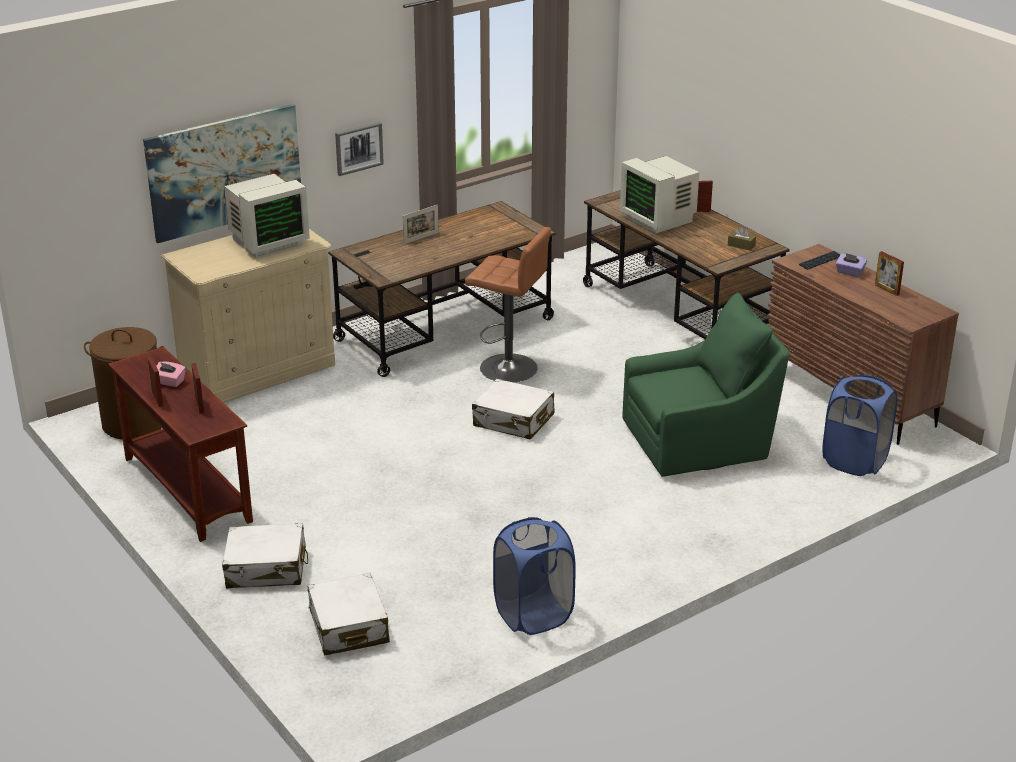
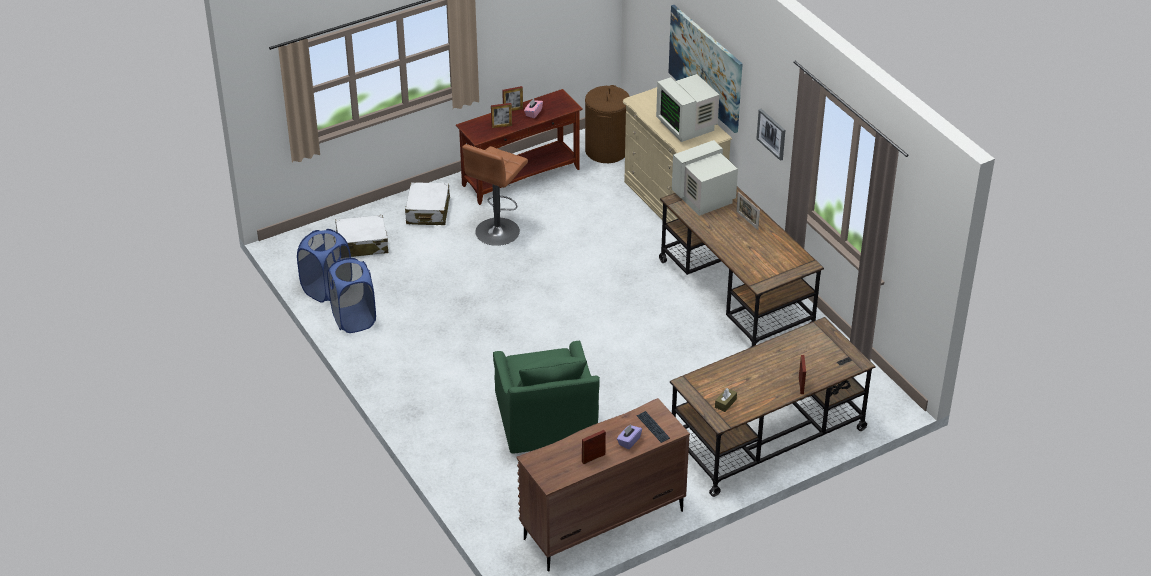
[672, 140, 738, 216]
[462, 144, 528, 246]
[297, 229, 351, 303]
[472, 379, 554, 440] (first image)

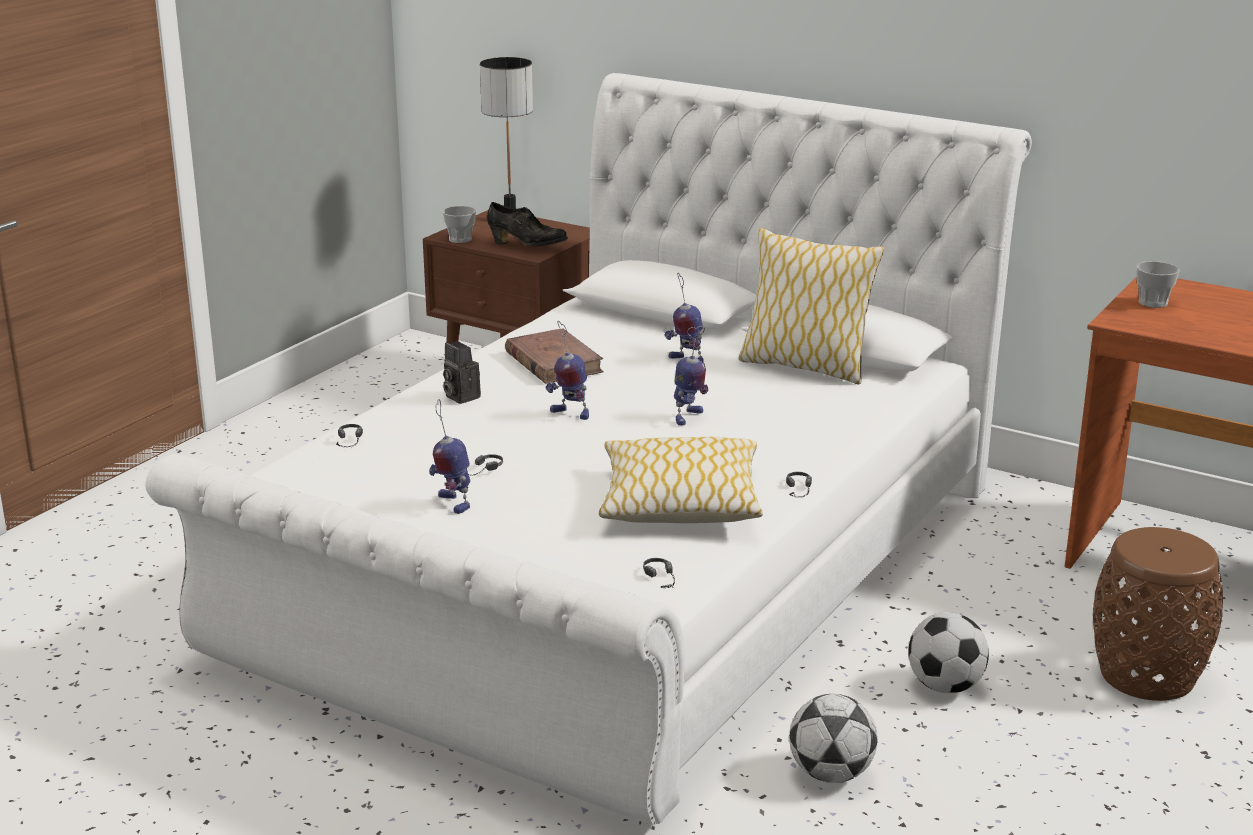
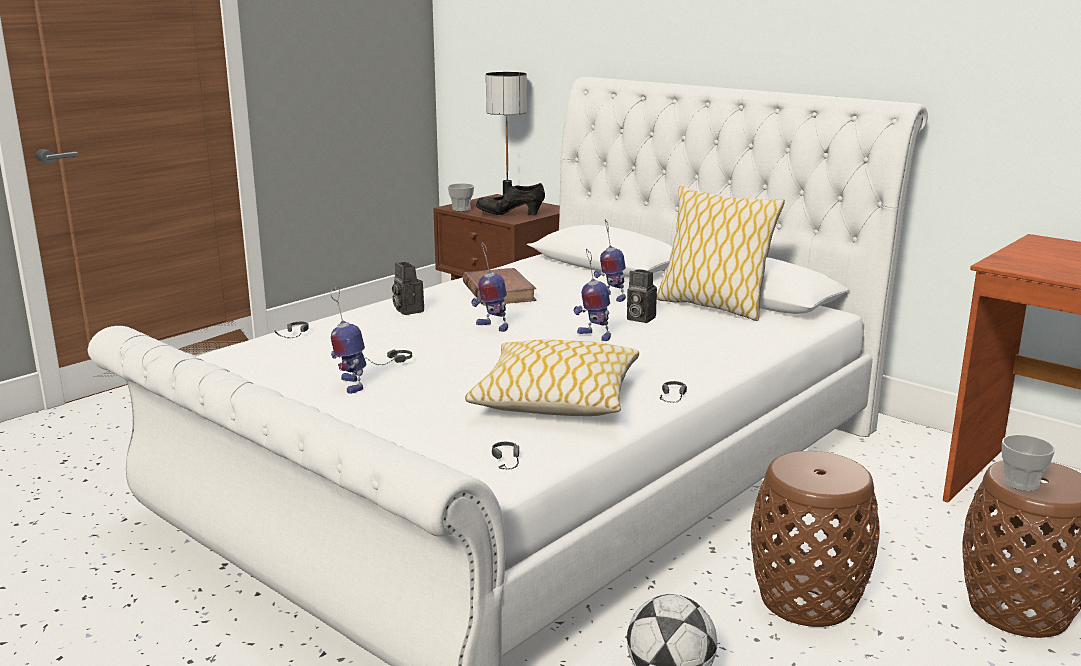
[476, 183, 545, 215]
[1002, 435, 1055, 491]
[573, 249, 611, 341]
[751, 451, 879, 627]
[627, 269, 657, 323]

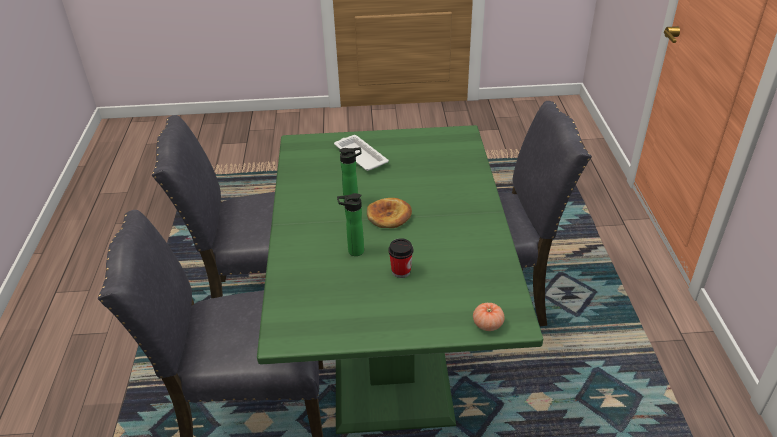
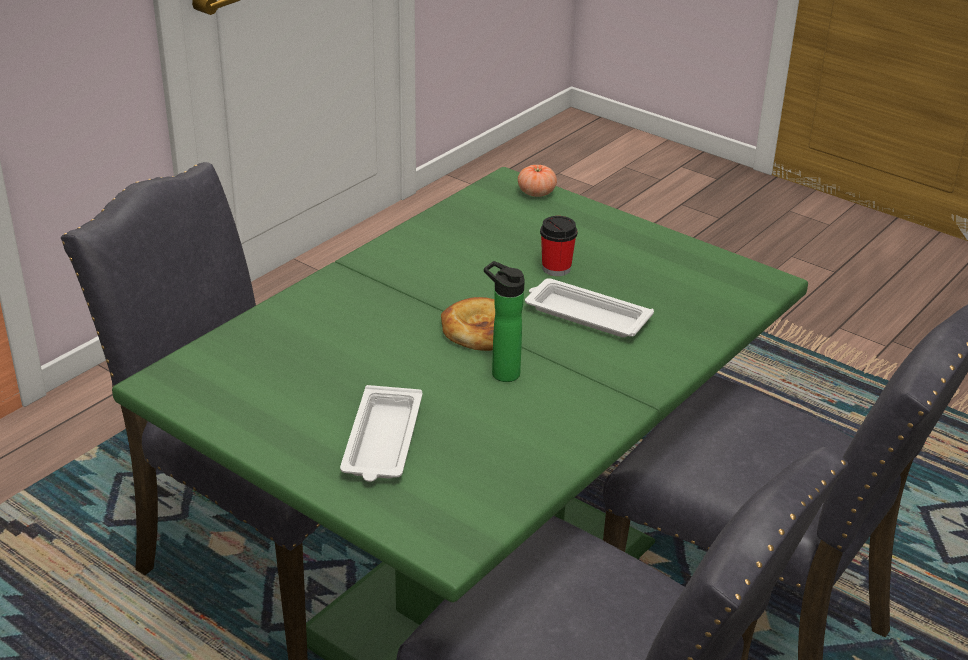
[525, 278, 654, 338]

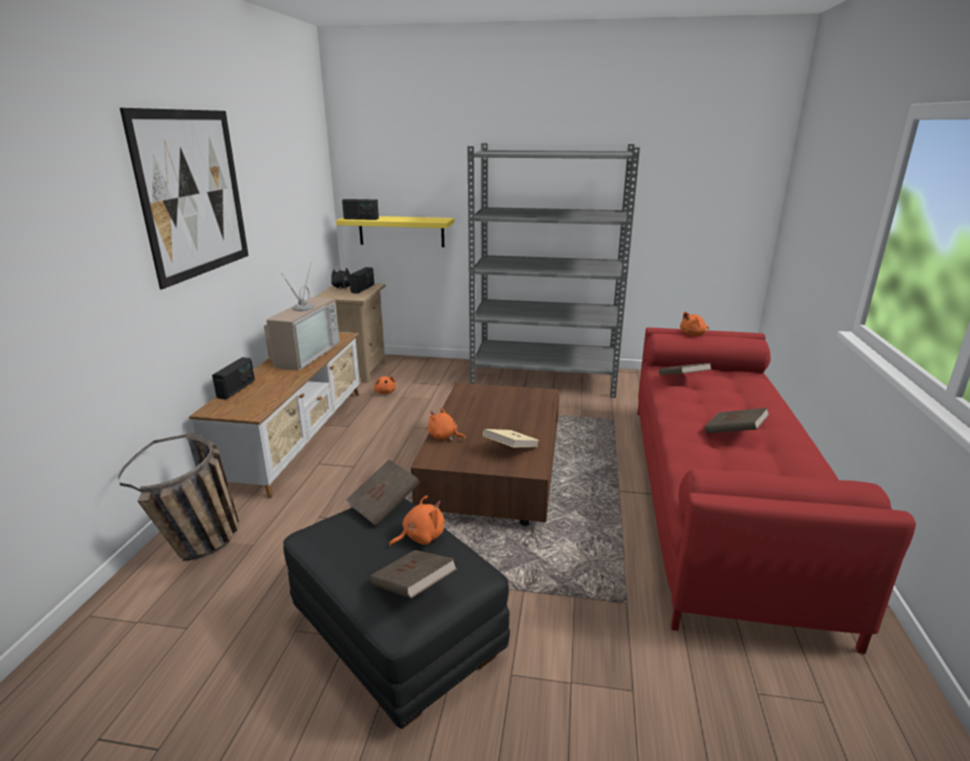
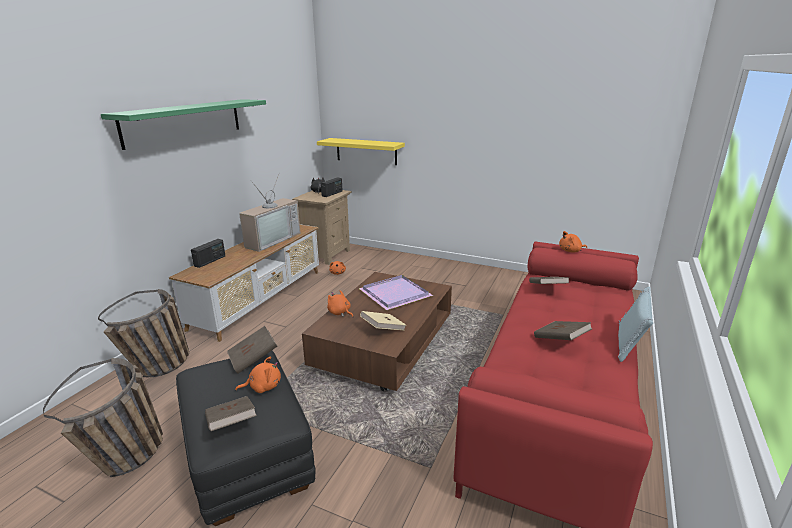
[101, 99, 266, 150]
[467, 143, 640, 398] (first image)
[342, 199, 379, 220] (first image)
[359, 275, 433, 310]
[618, 287, 653, 362]
[43, 358, 163, 477]

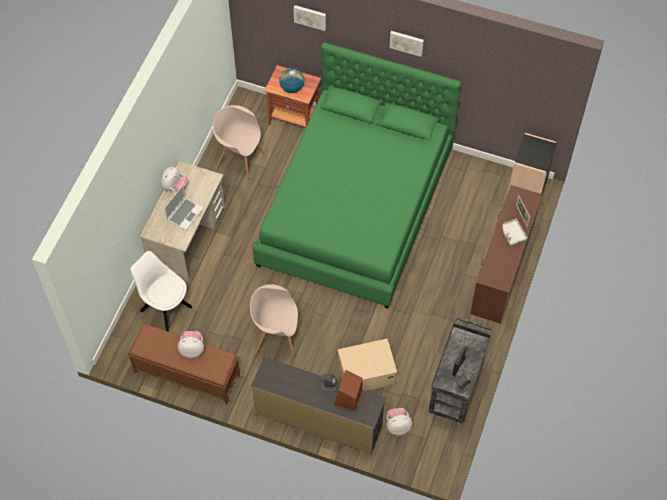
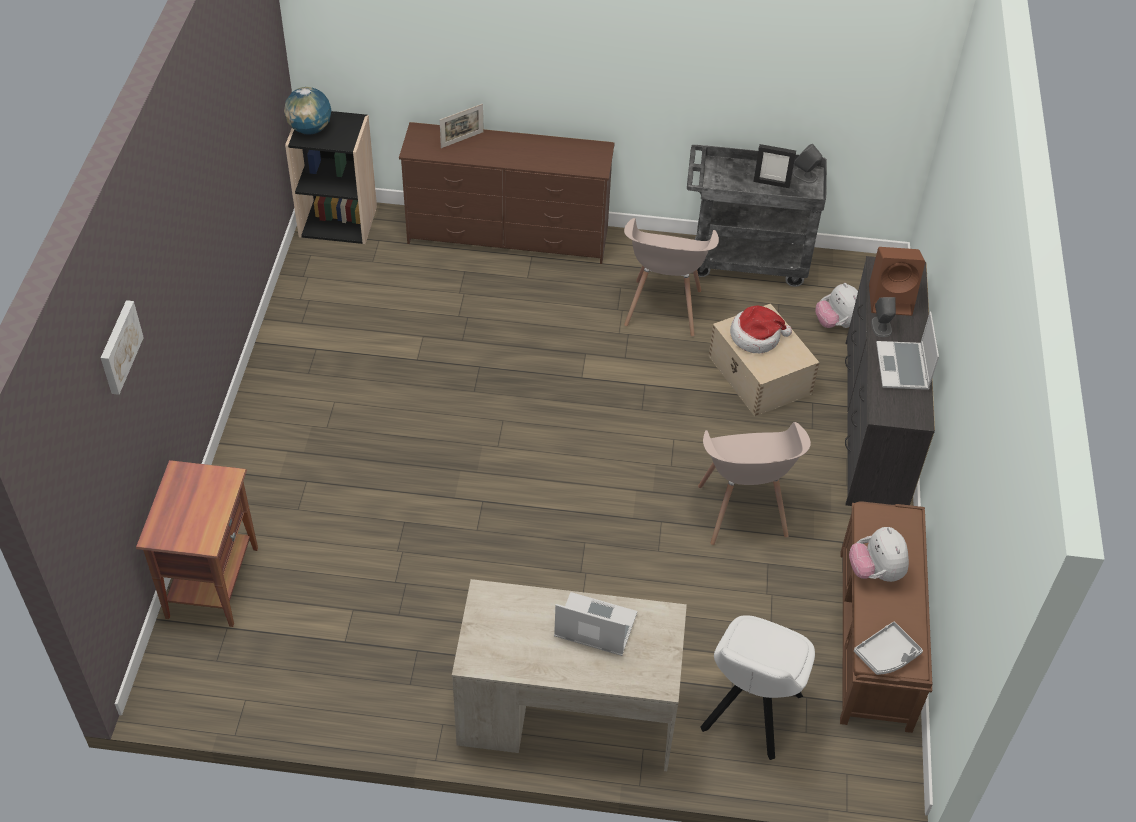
[390, 31, 424, 57] (first image)
[253, 42, 461, 309] (first image)
[284, 87, 331, 135]
[624, 218, 719, 337]
[160, 167, 188, 192] (first image)
[854, 621, 923, 675]
[730, 305, 792, 353]
[876, 311, 939, 390]

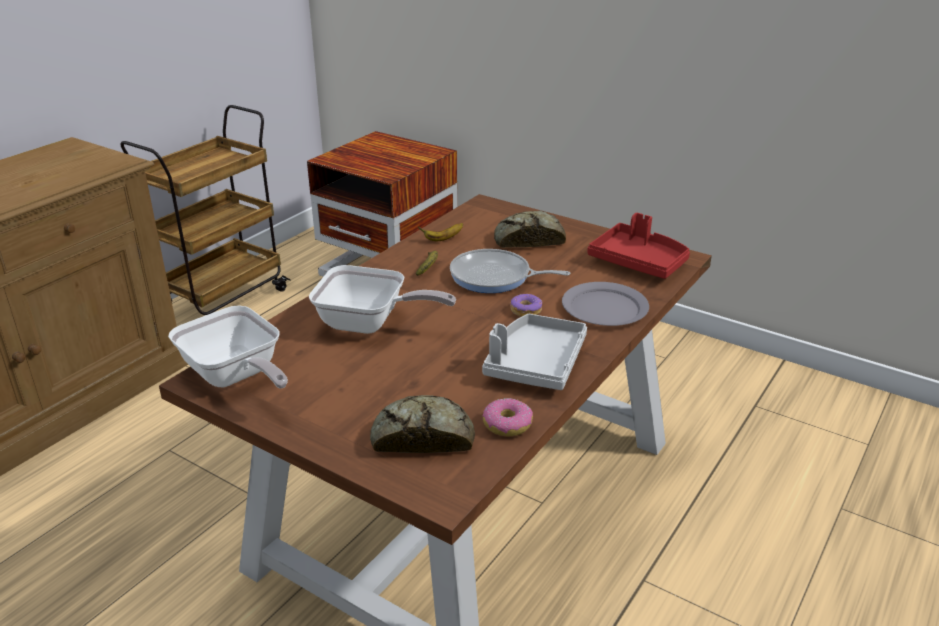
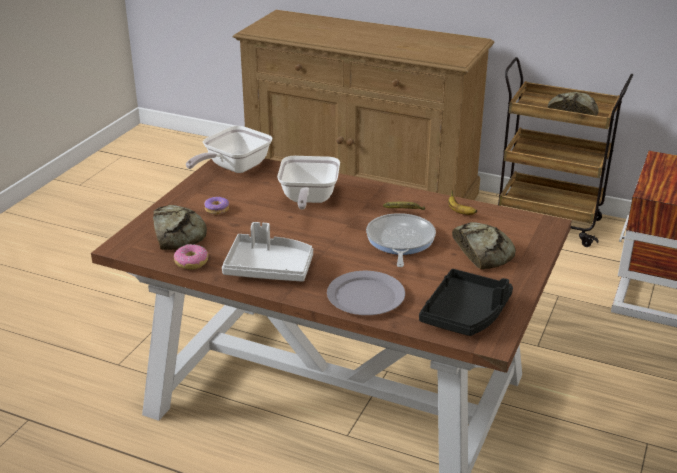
[419, 269, 513, 336]
[204, 197, 229, 214]
[548, 92, 599, 116]

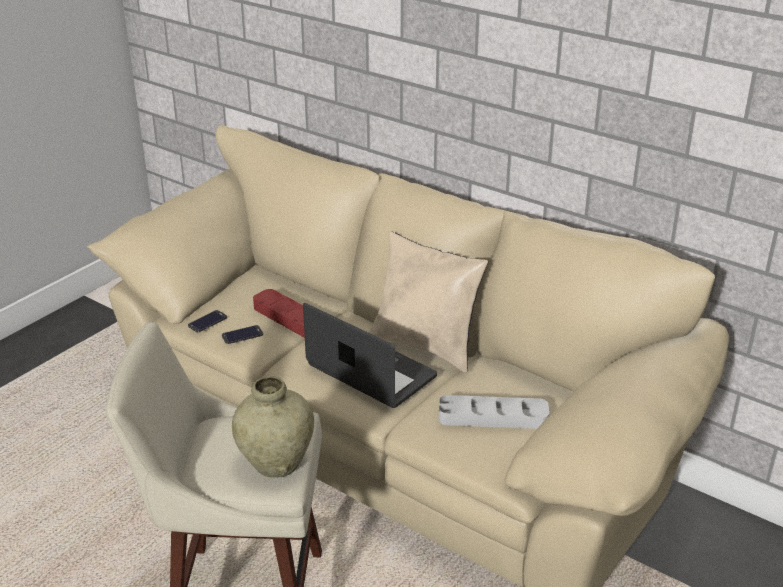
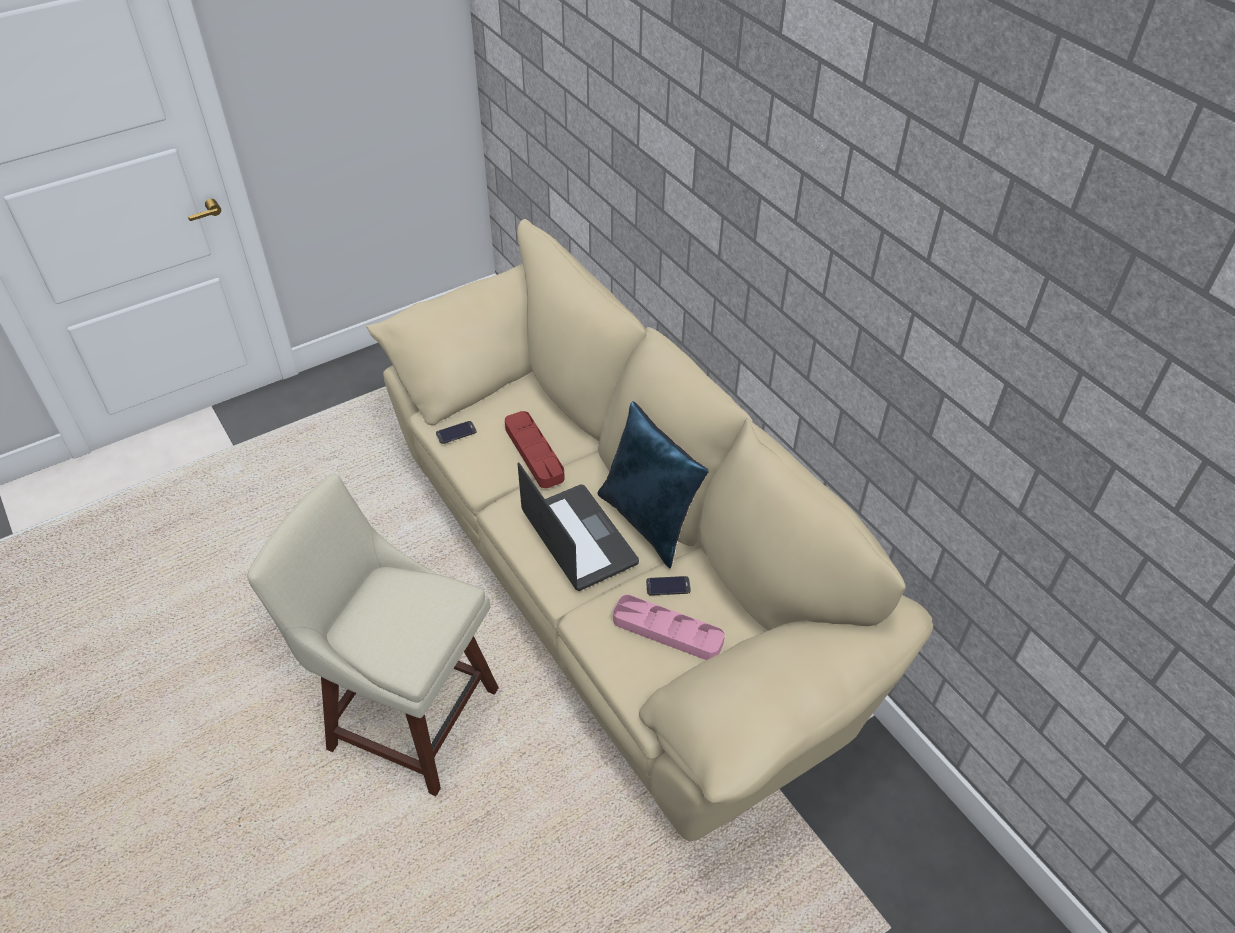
[597, 401, 709, 568]
[646, 576, 691, 596]
[232, 376, 314, 478] (first image)
[613, 595, 725, 660]

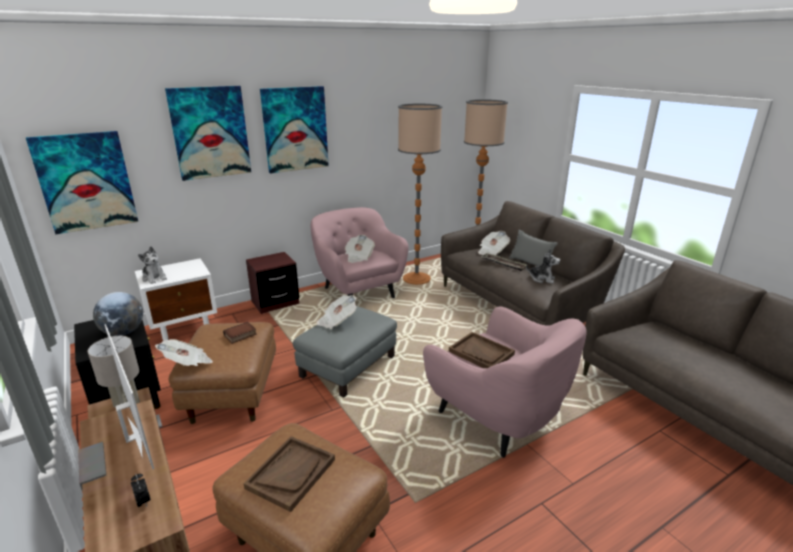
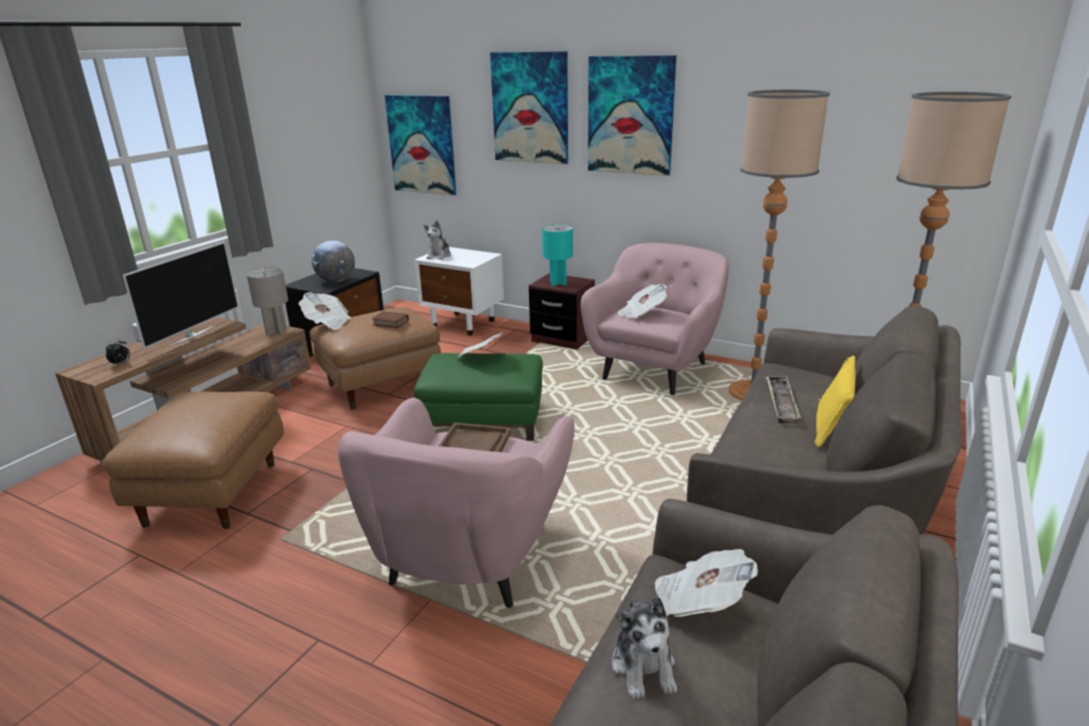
[815, 356, 856, 447]
[655, 549, 758, 617]
[612, 596, 677, 699]
[414, 353, 543, 441]
[243, 436, 335, 512] (first image)
[542, 224, 573, 286]

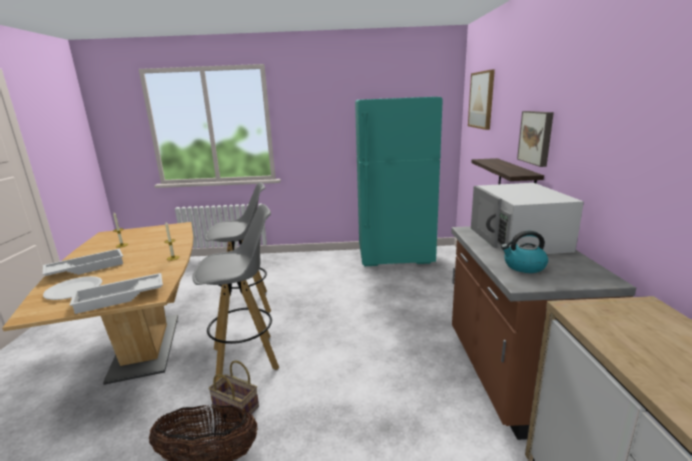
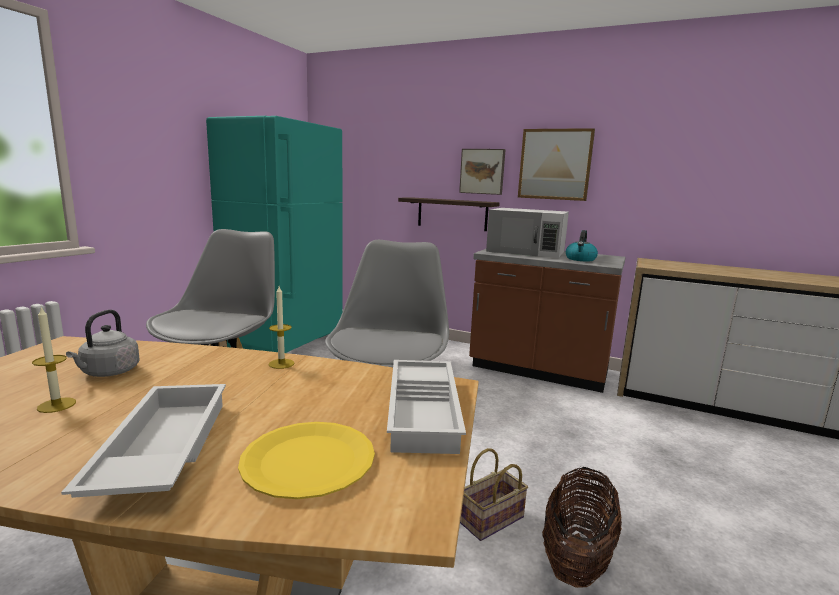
[518, 128, 595, 201]
[238, 422, 375, 499]
[66, 310, 140, 377]

